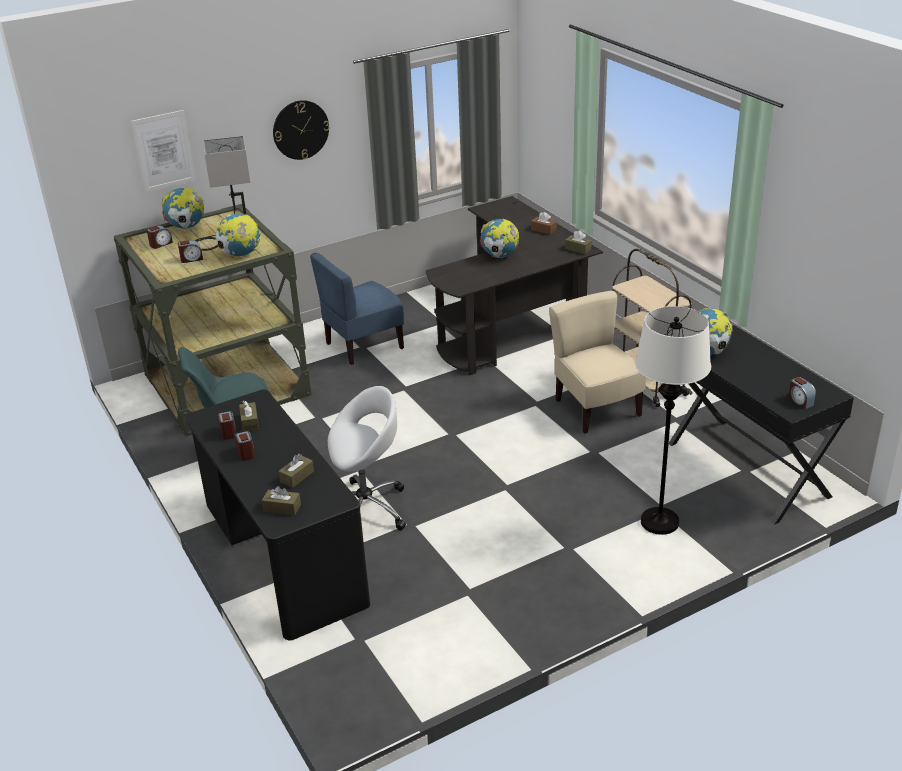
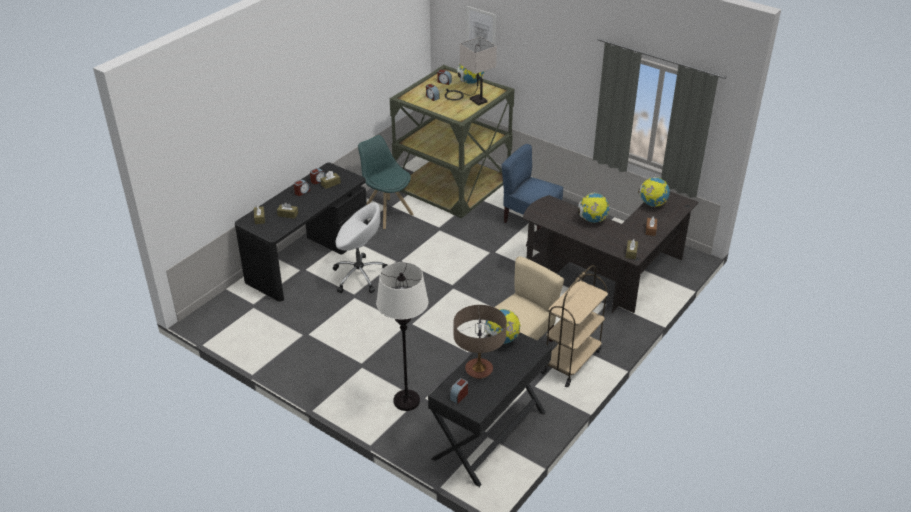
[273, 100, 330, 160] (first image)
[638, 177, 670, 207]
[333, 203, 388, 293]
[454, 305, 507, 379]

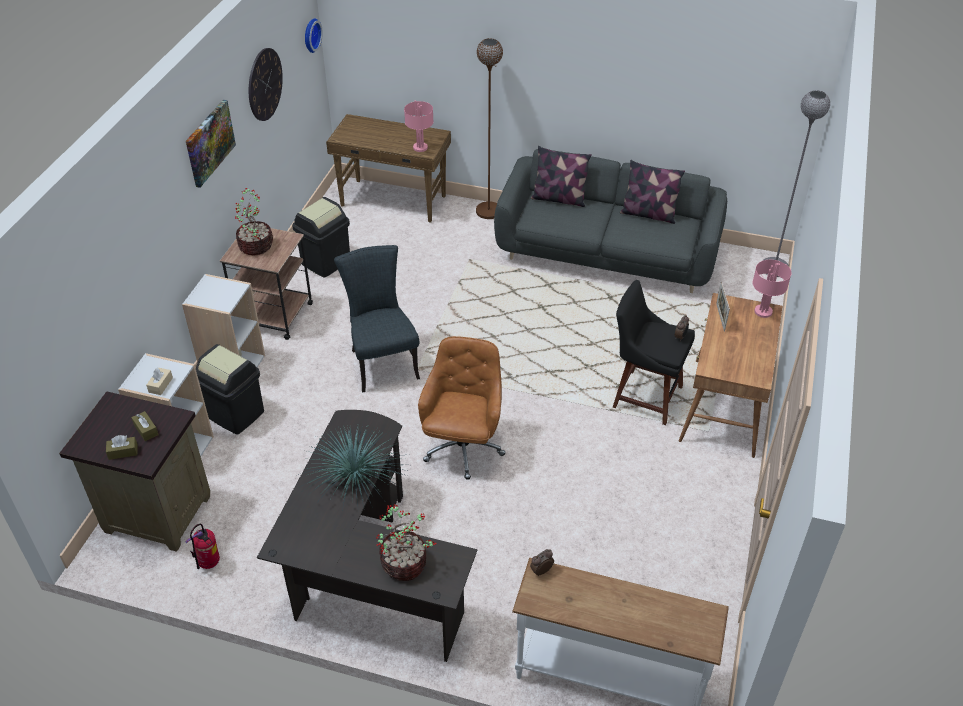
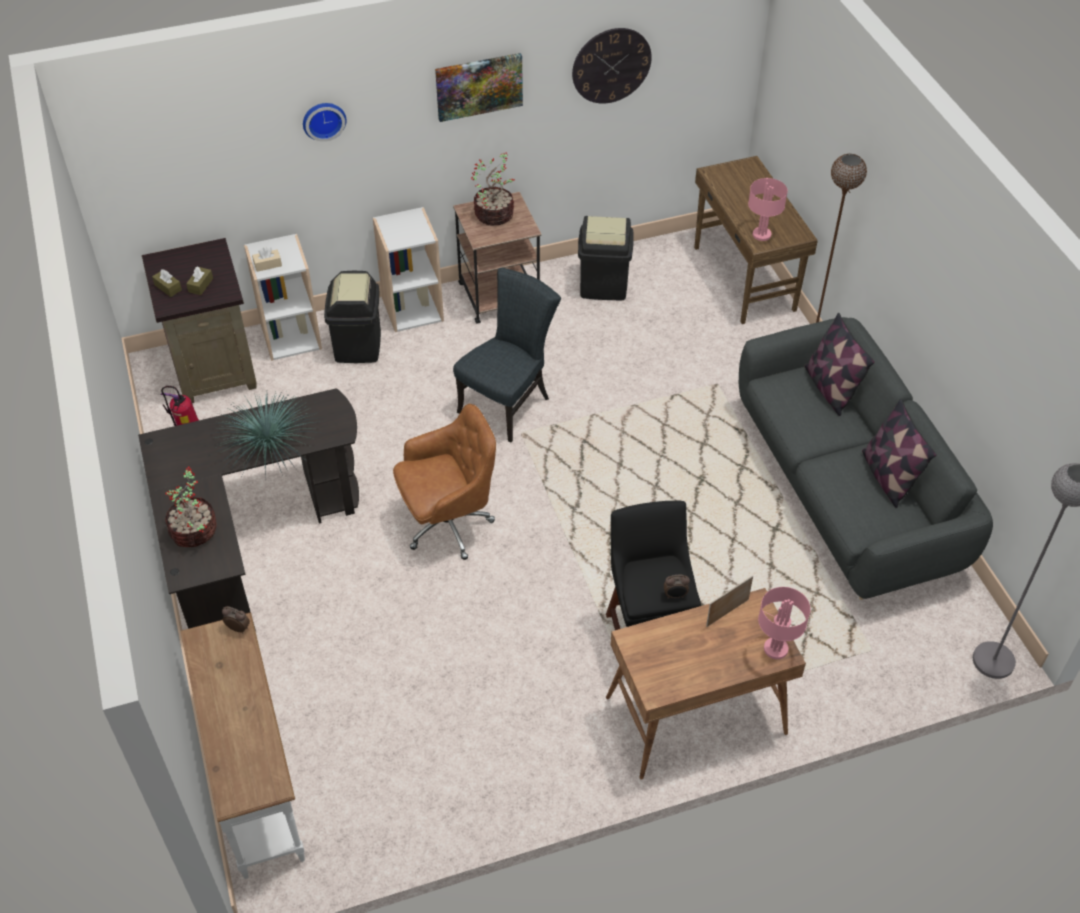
[303, 103, 347, 142]

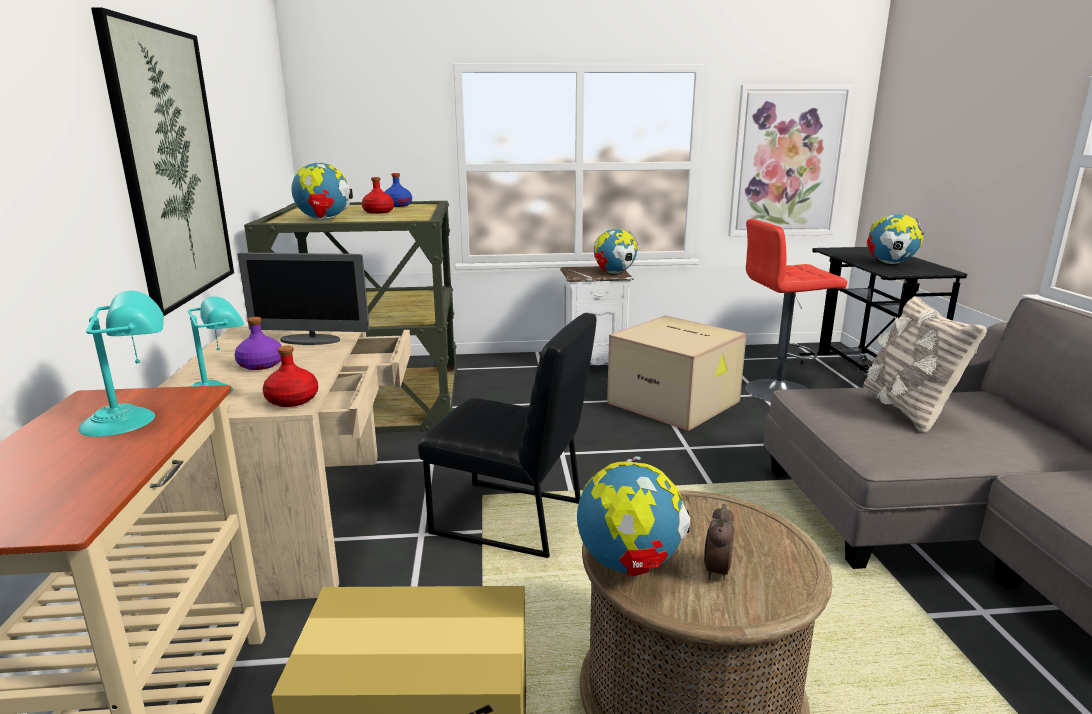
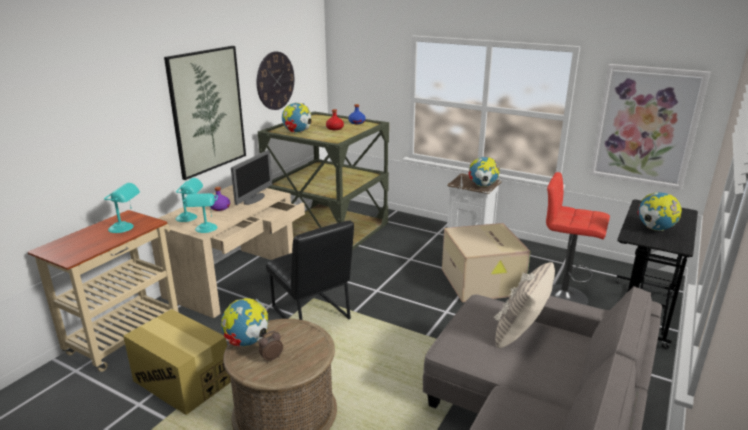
[231, 150, 272, 205]
[183, 193, 218, 233]
[257, 52, 294, 110]

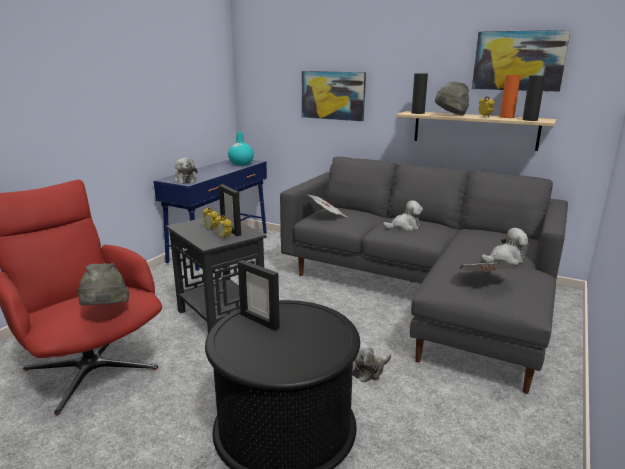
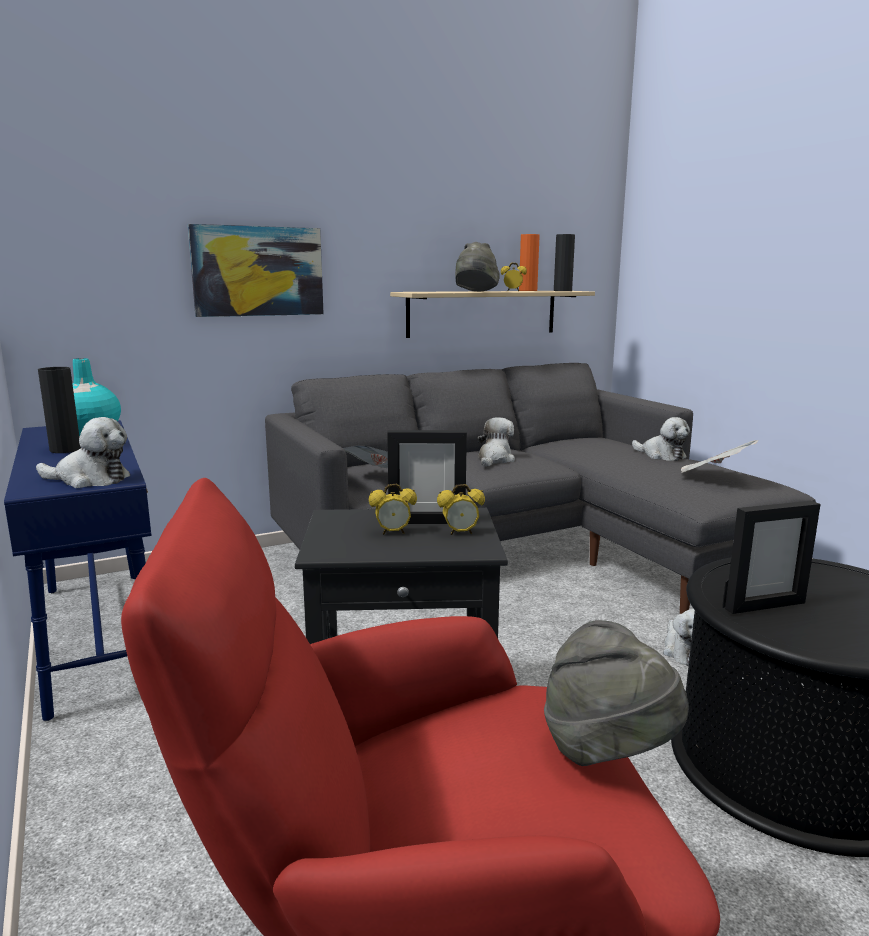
[472, 30, 571, 92] (first image)
[38, 367, 81, 453]
[632, 417, 690, 461]

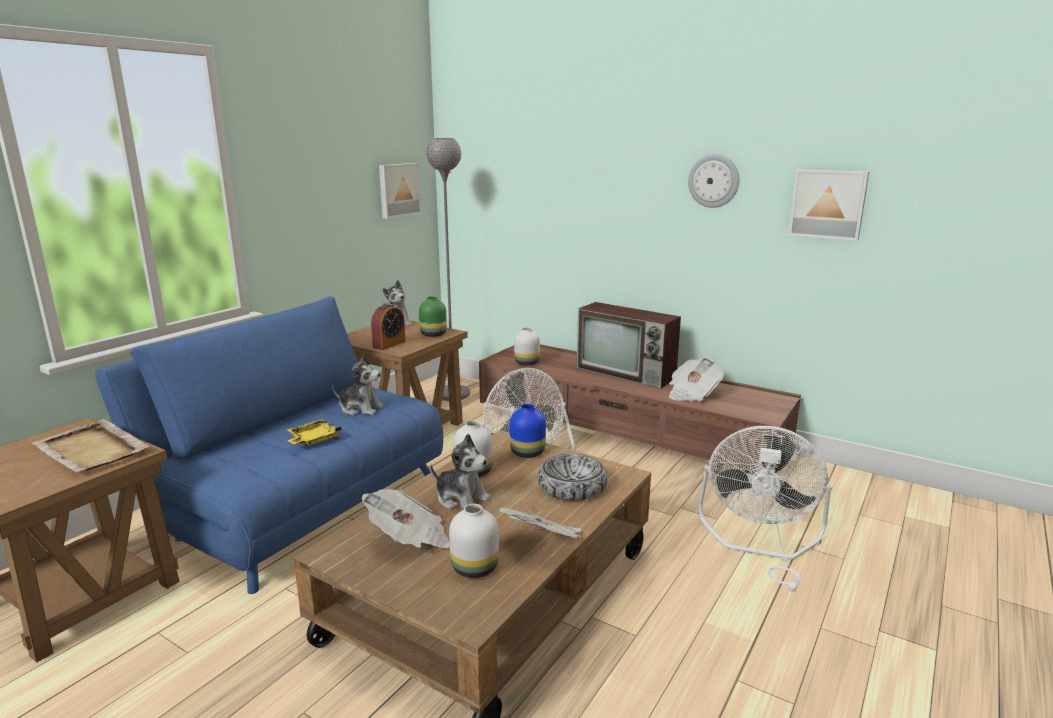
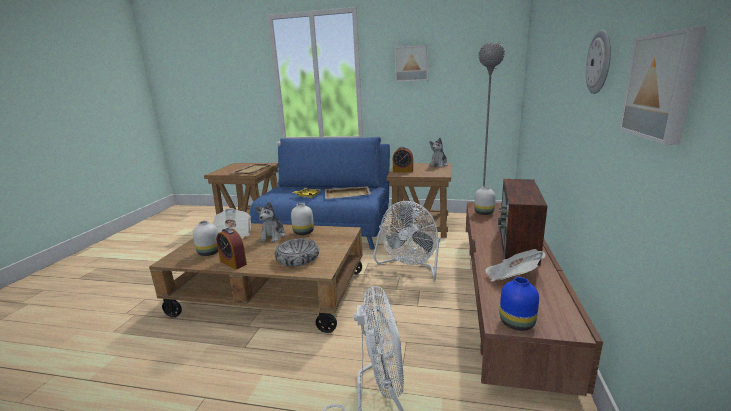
[395, 45, 429, 82]
[419, 296, 447, 337] (first image)
[325, 186, 371, 199]
[500, 277, 539, 331]
[216, 228, 247, 269]

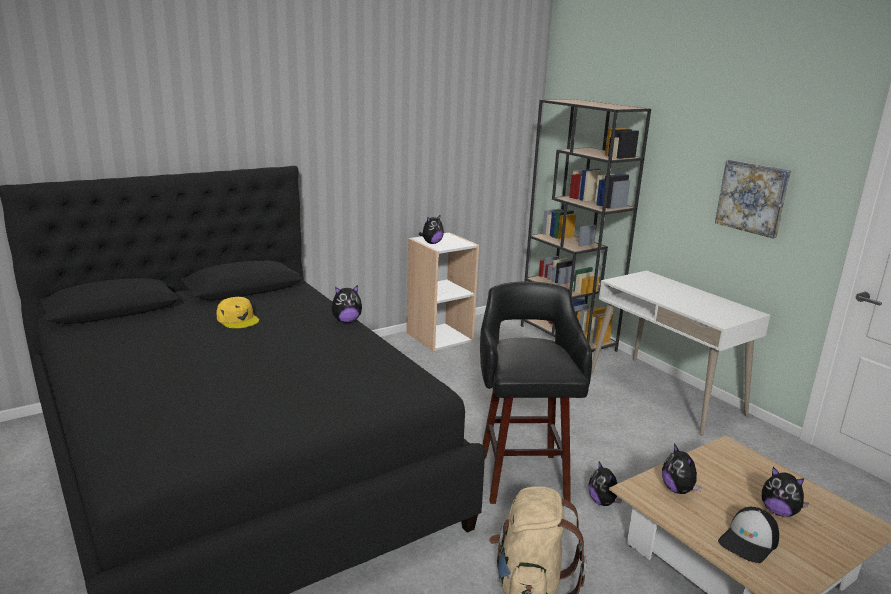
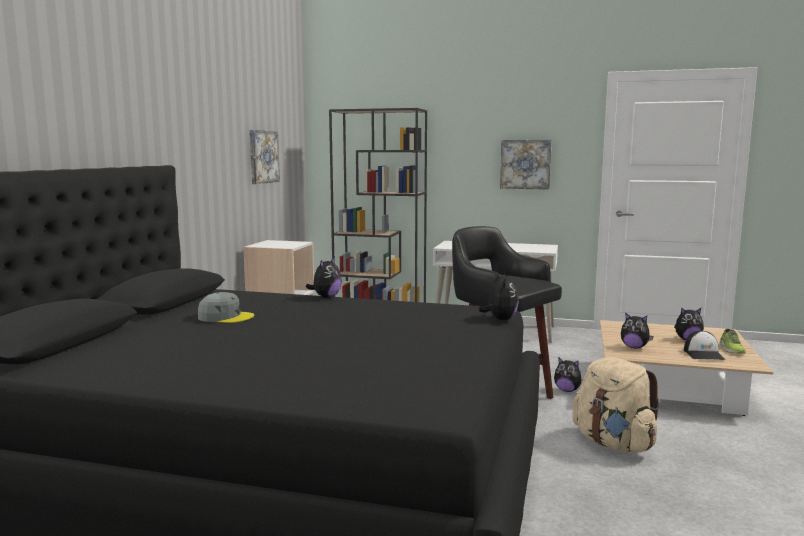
[478, 273, 519, 320]
[198, 292, 254, 323]
[249, 130, 280, 184]
[720, 329, 746, 354]

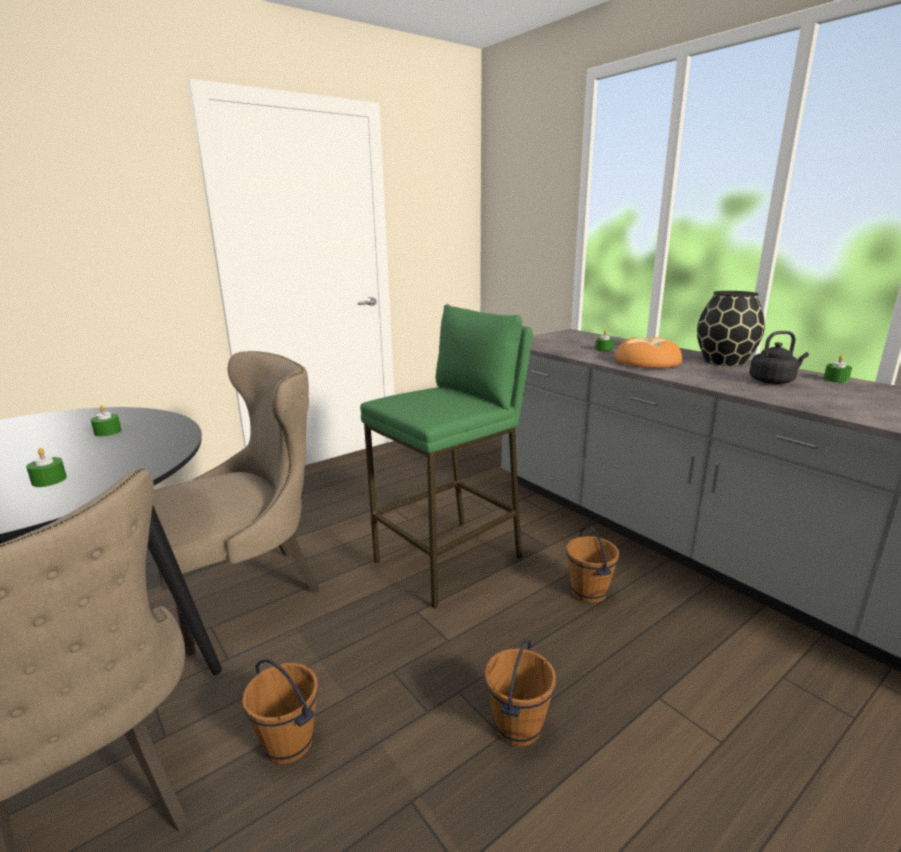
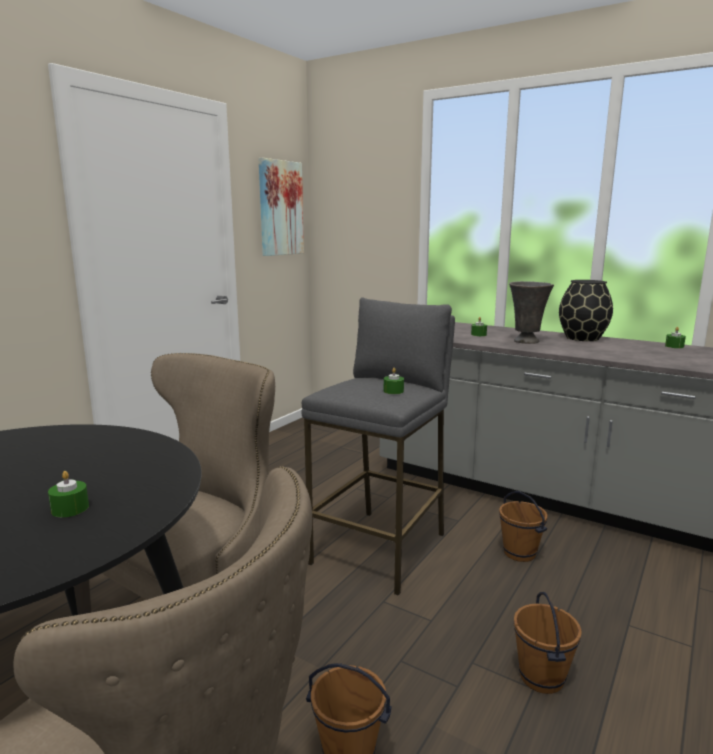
[301, 297, 455, 596]
[749, 331, 809, 384] (first image)
[509, 281, 554, 344]
[384, 368, 404, 394]
[258, 158, 304, 256]

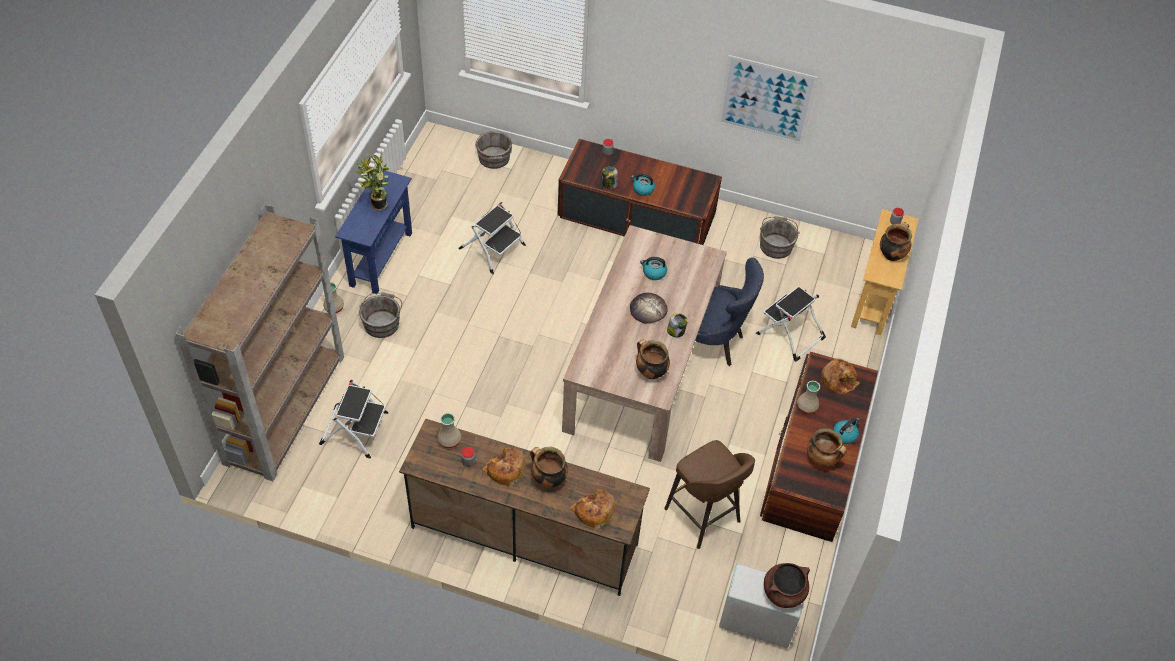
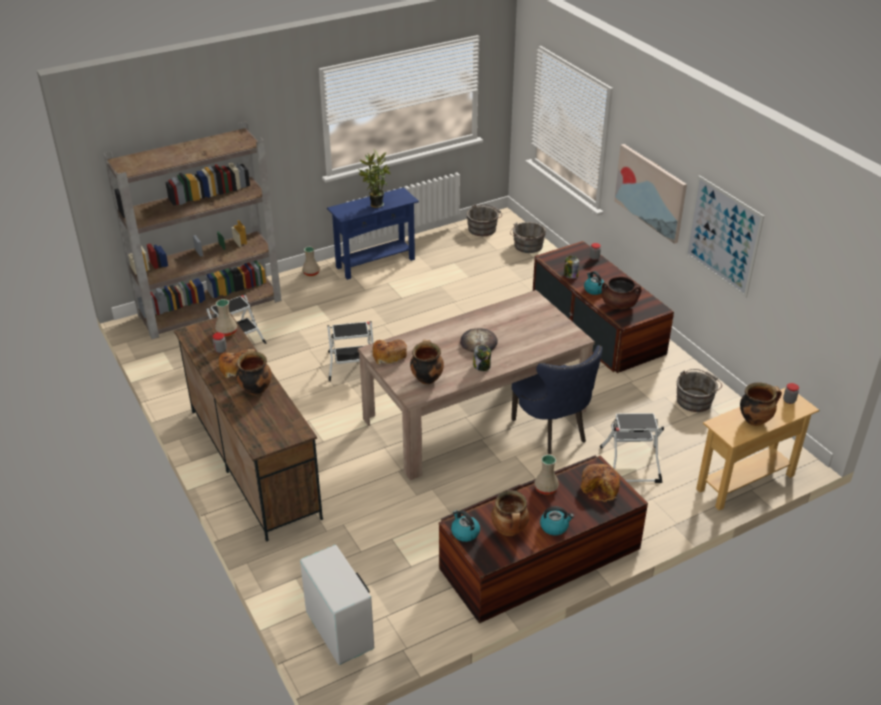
[327, 321, 374, 381]
[451, 510, 480, 542]
[466, 204, 502, 236]
[664, 440, 755, 549] (first image)
[373, 340, 407, 364]
[602, 277, 642, 310]
[614, 144, 687, 244]

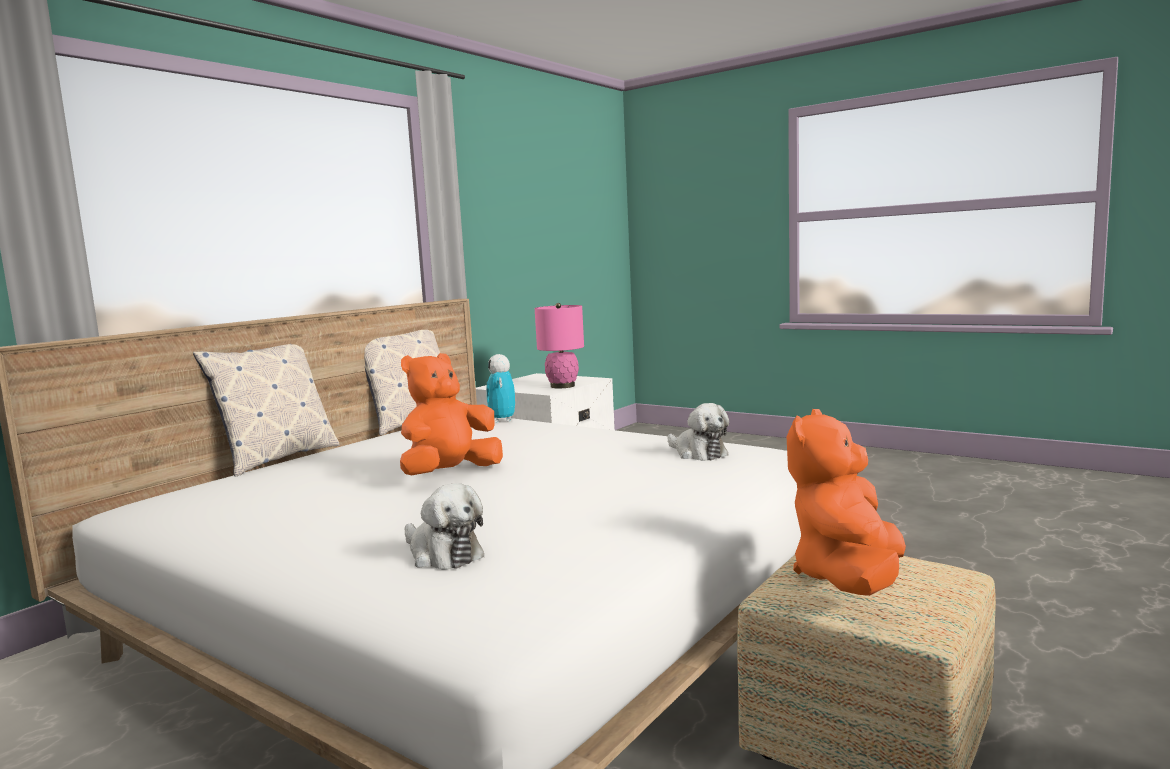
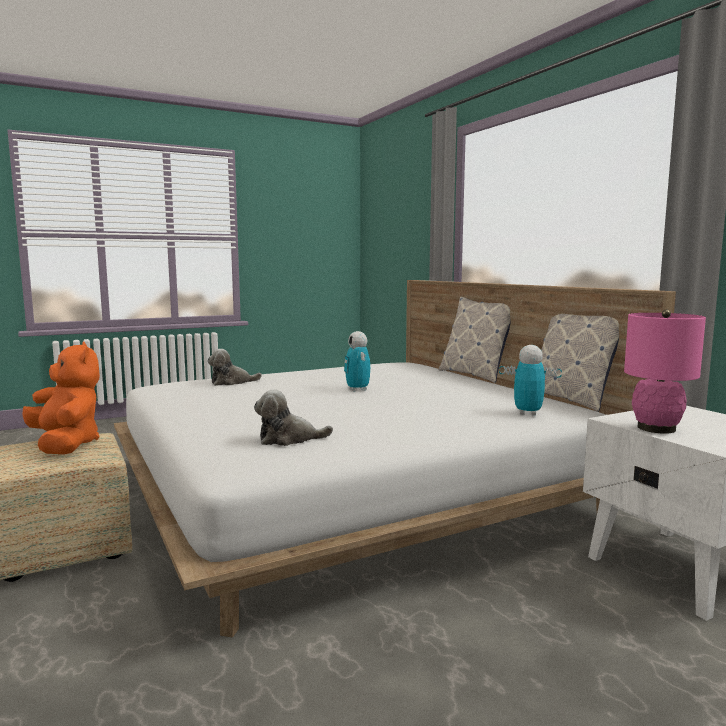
[344, 331, 370, 392]

